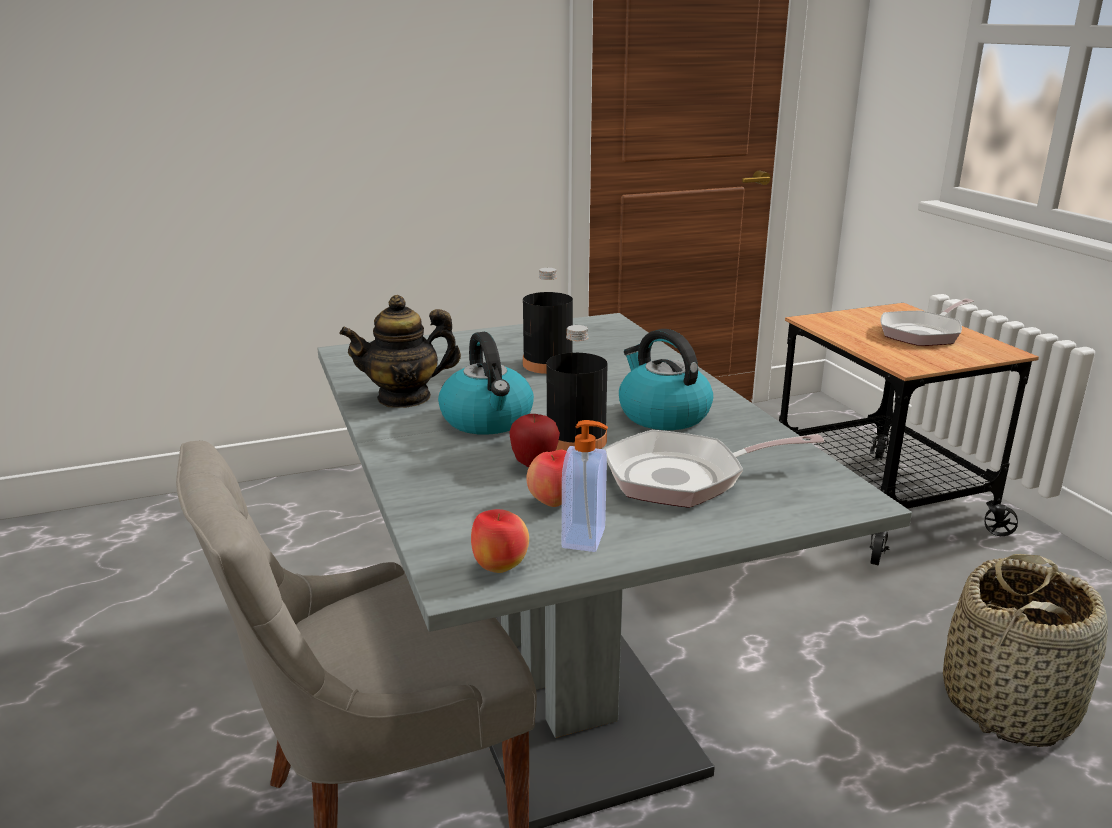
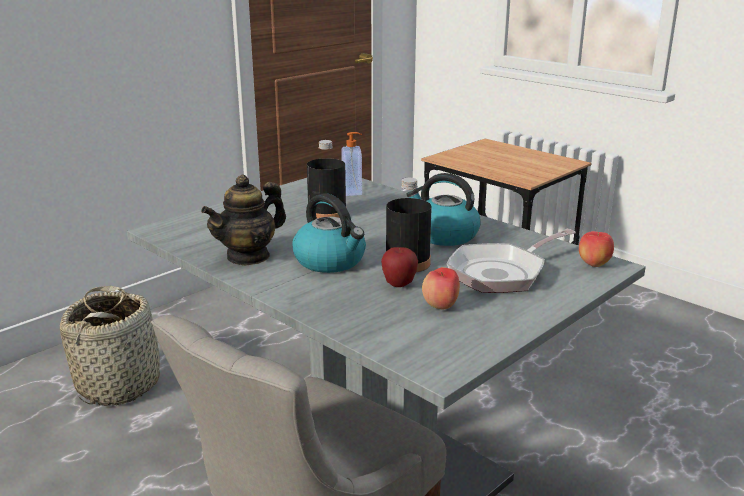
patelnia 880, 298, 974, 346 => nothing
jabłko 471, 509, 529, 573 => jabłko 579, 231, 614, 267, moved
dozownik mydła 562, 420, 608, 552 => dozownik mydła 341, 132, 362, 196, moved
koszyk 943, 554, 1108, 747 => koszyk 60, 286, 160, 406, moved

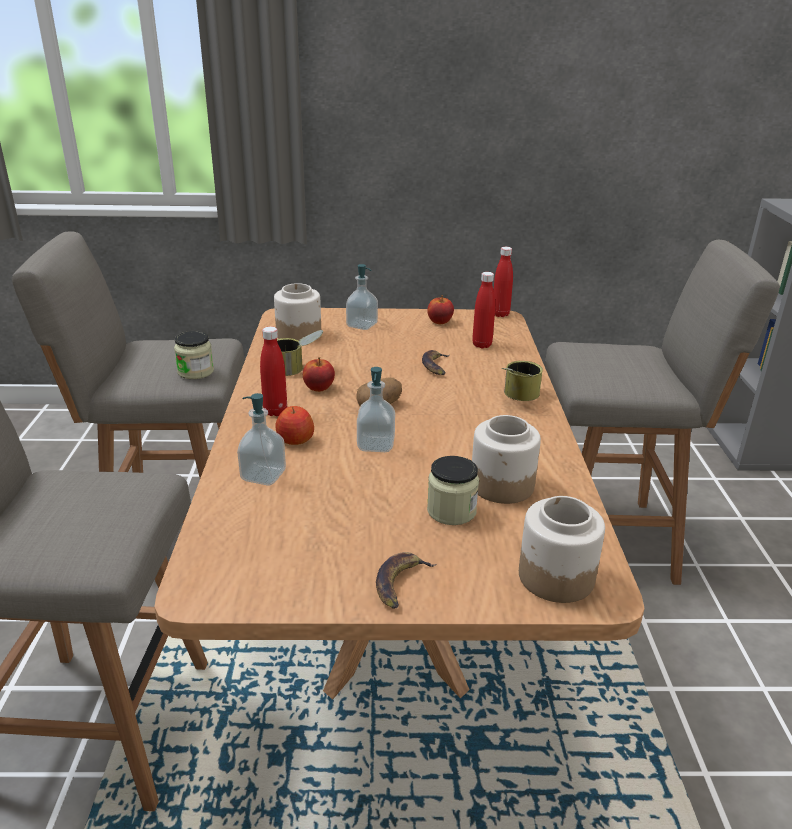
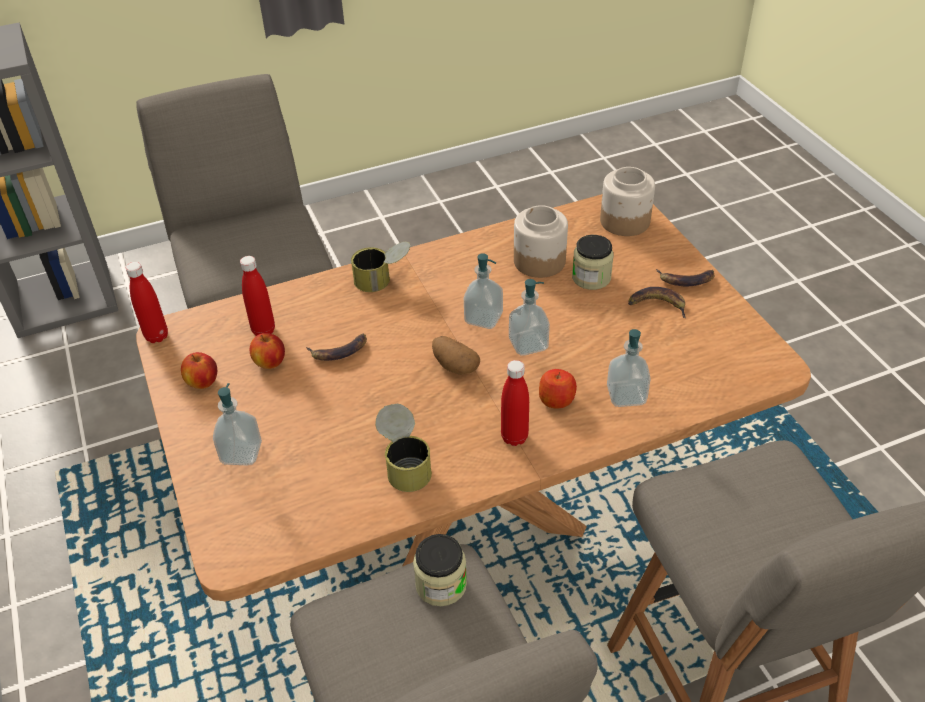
słoik 274, 283, 321, 341 => nothing
nothing => dozownik mydła 464, 253, 503, 329
nothing => banan 628, 287, 686, 318
jabłko 303, 357, 335, 392 => jabłko 250, 333, 285, 369, moved

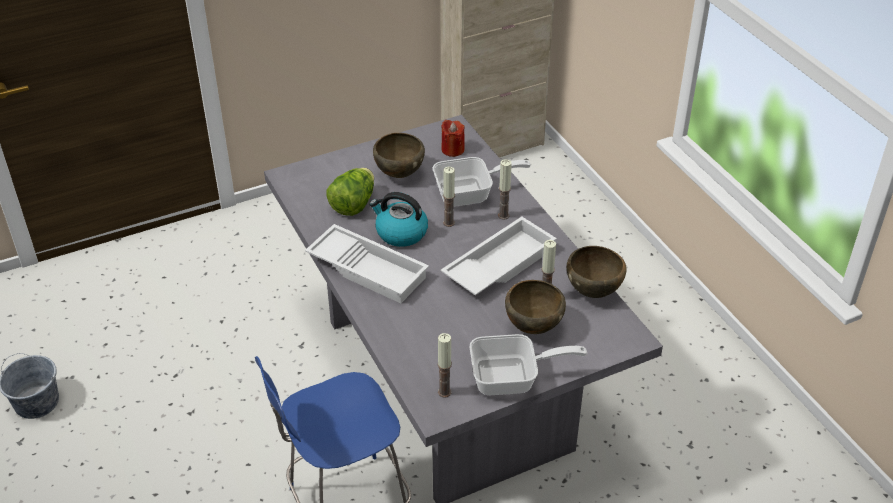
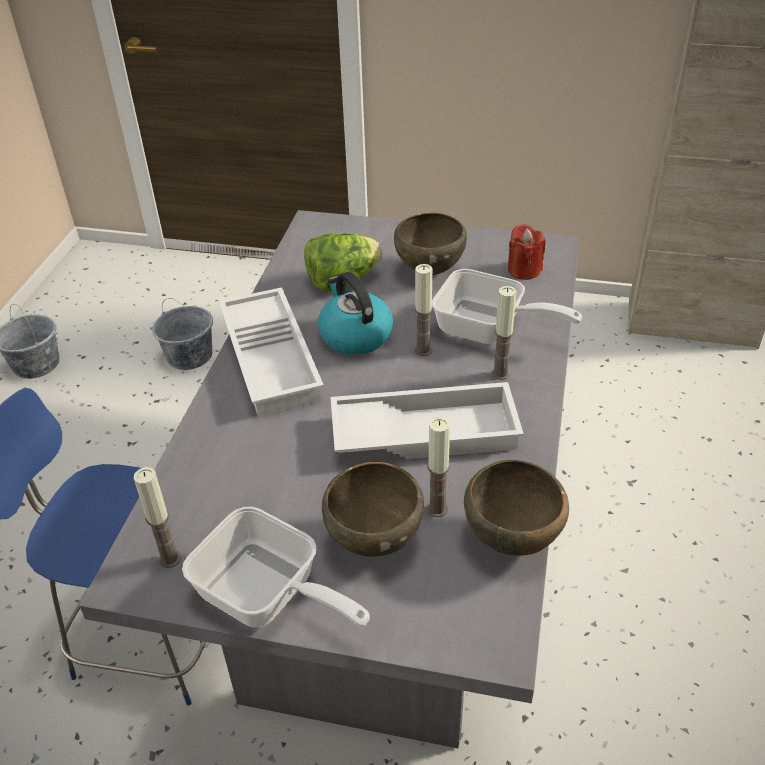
nothing => wiadro/szary 152, 298, 213, 370

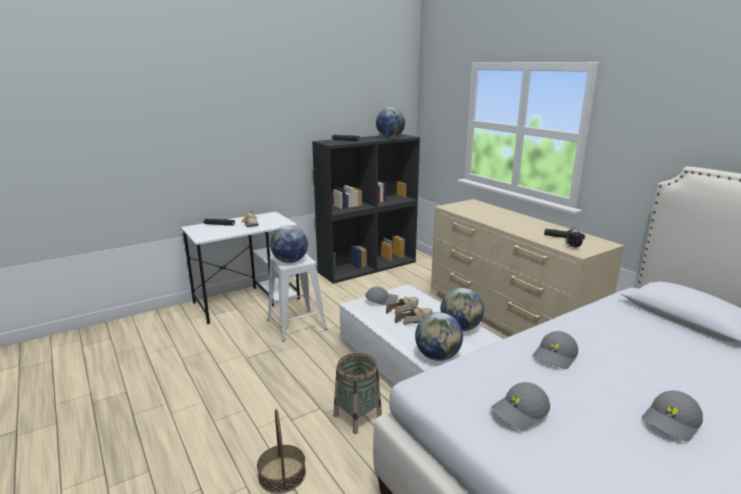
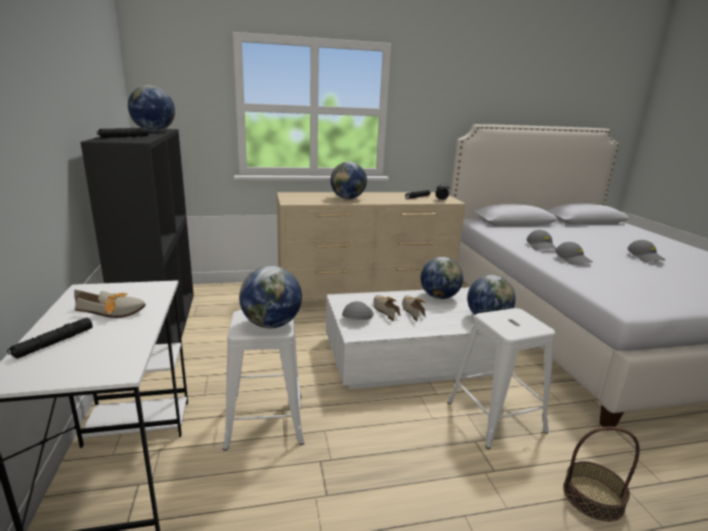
nothing => globus 331, 162, 367, 199
czapka z daszkiem/szary 491, 382, 550, 430 => czapka z daszkiem/szary 527, 230, 556, 250, moved
koszyk 334, 353, 382, 434 => stołek/biały 447, 308, 555, 449

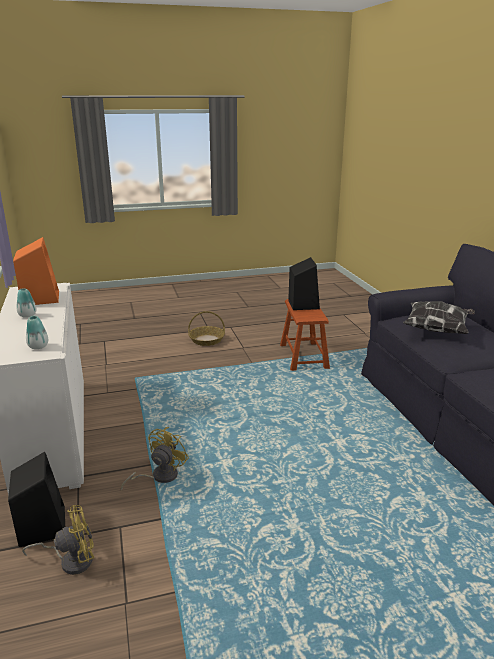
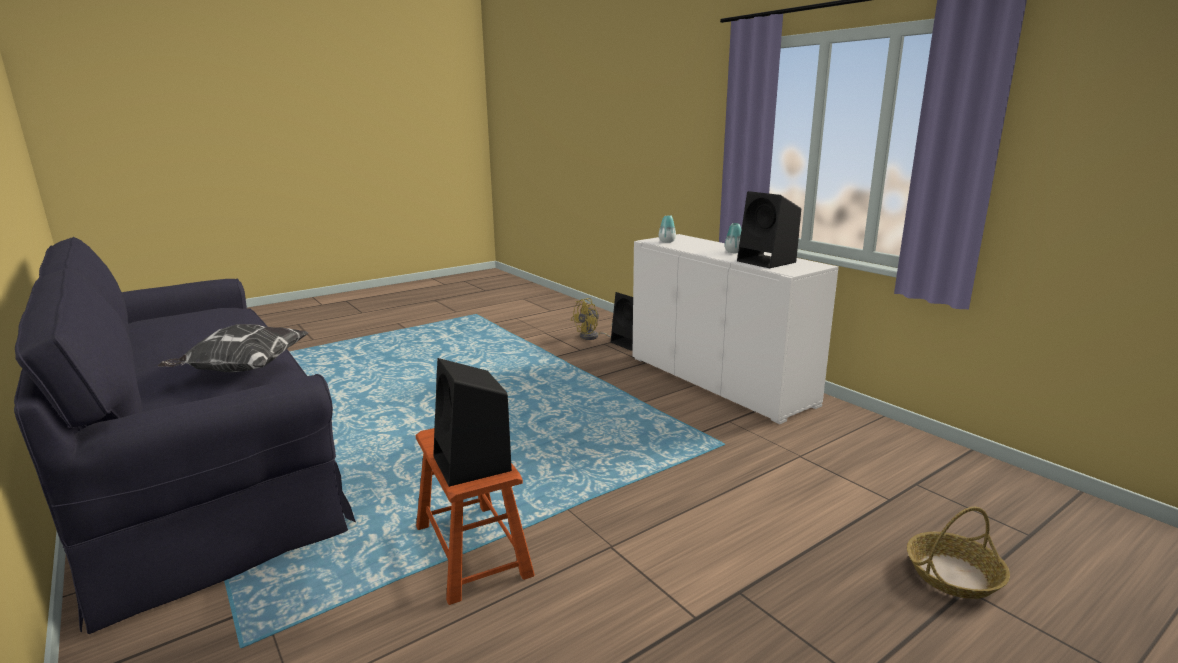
wentylator/żółty 121, 427, 189, 490 => nothing
koszyk 188, 311, 225, 346 => koszyk 907, 507, 1010, 599, moved
głośnik/pomarańczowy 13, 237, 59, 305 => głośnik/czarny 737, 191, 801, 269

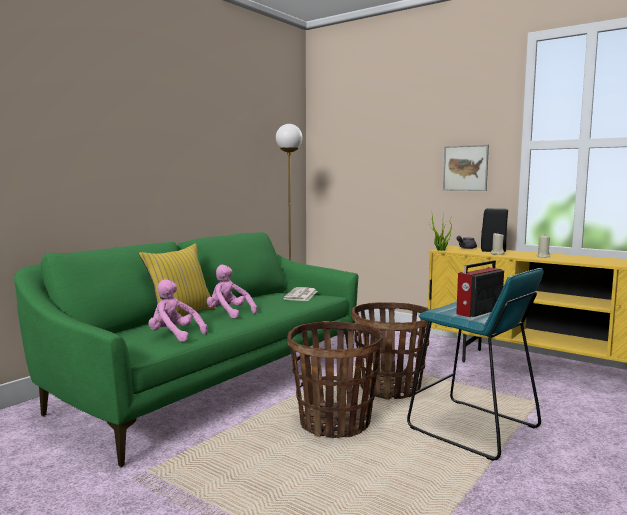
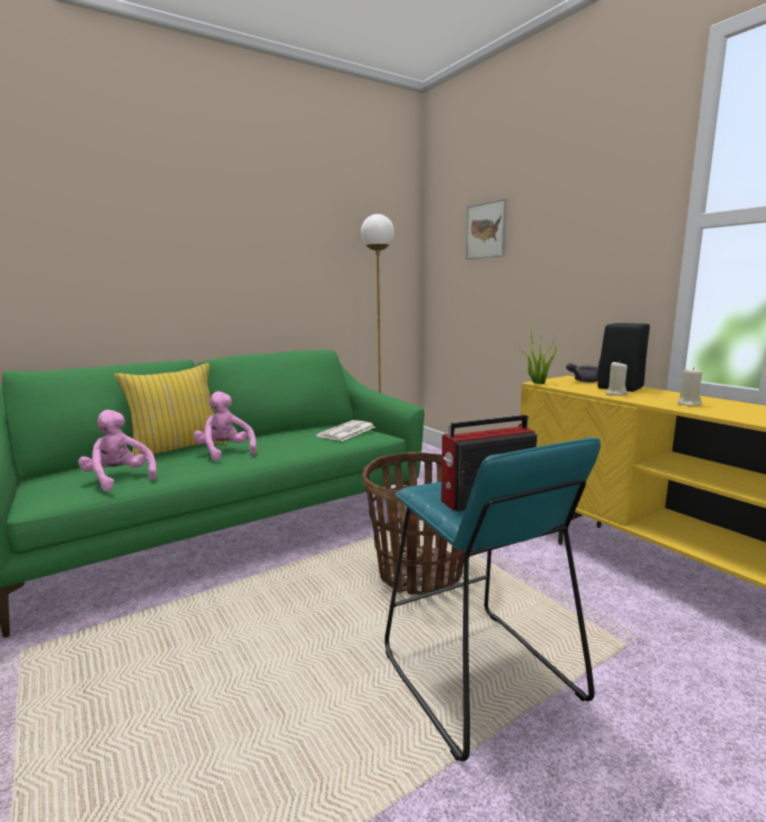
koszyk 287, 321, 383, 438 => nothing
obraz 443, 145, 489, 191 => obraz 466, 198, 507, 260, moved

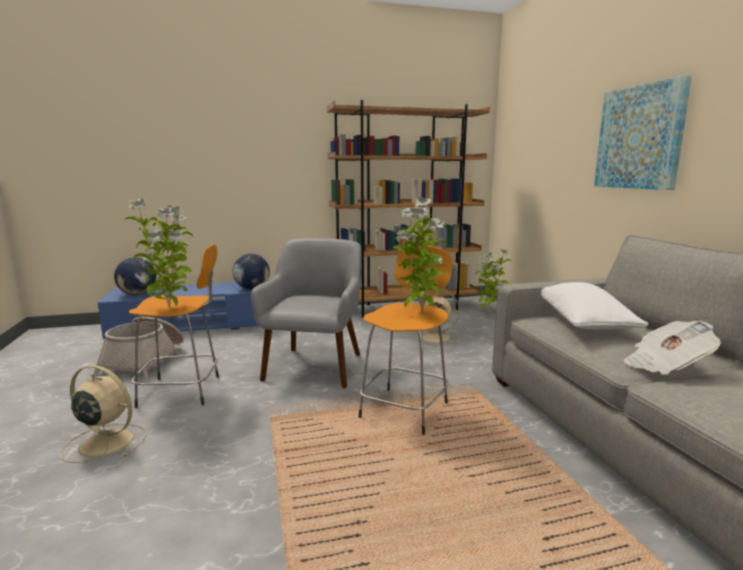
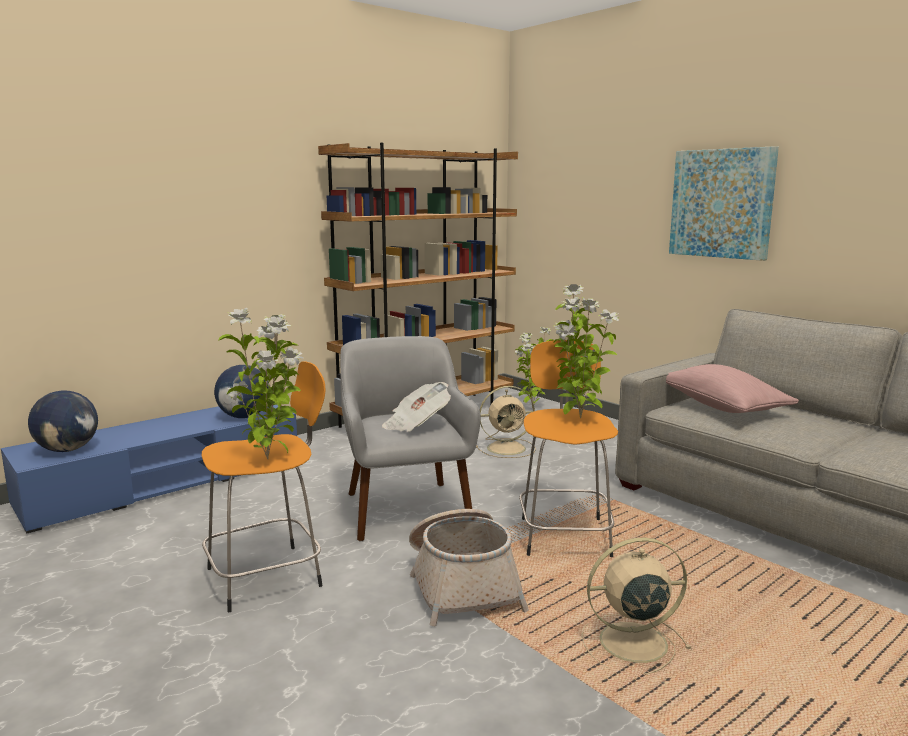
wentylator/beżowy 61, 365, 147, 463 => wentylator/beżowy 582, 537, 692, 674, moved
koszyk 94, 317, 184, 378 => koszyk 409, 509, 529, 626, moved
gazeta 624, 321, 721, 375 => gazeta 382, 382, 451, 432, moved
poduszka/biały 540, 282, 649, 329 => poduszka/różowy 666, 364, 799, 413

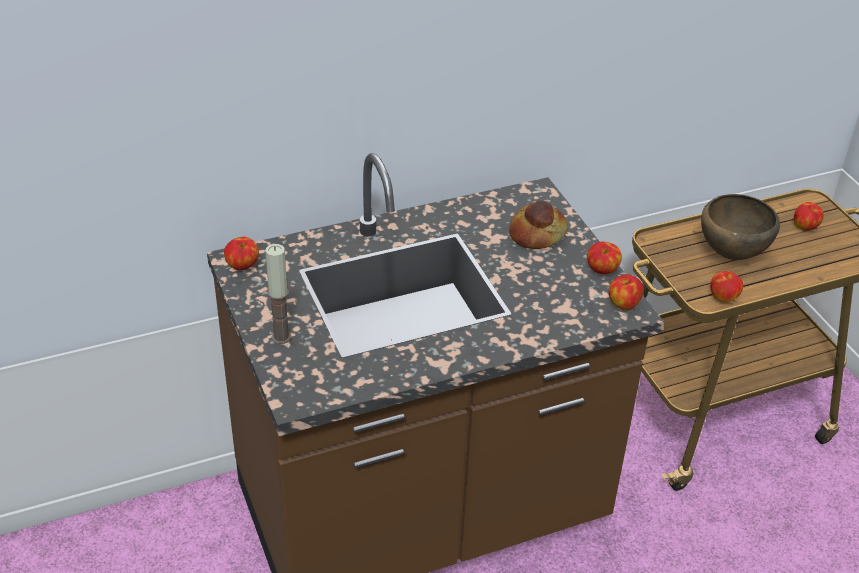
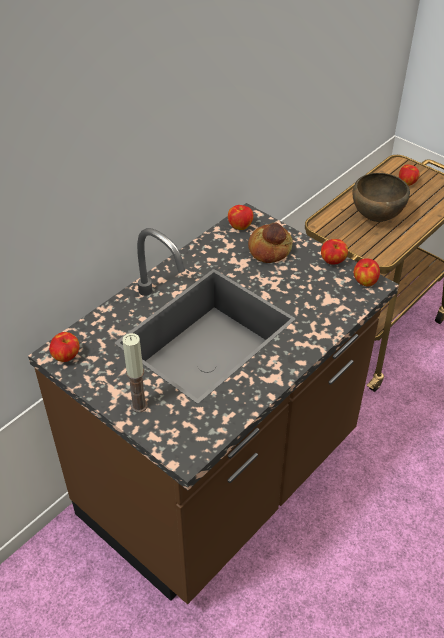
jabłko 710, 271, 743, 303 => jabłko 228, 205, 253, 230, moved

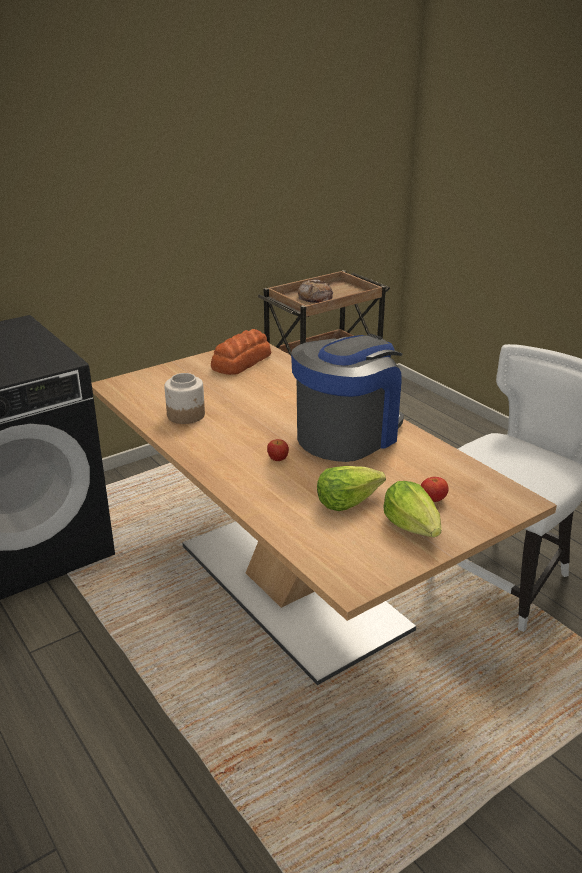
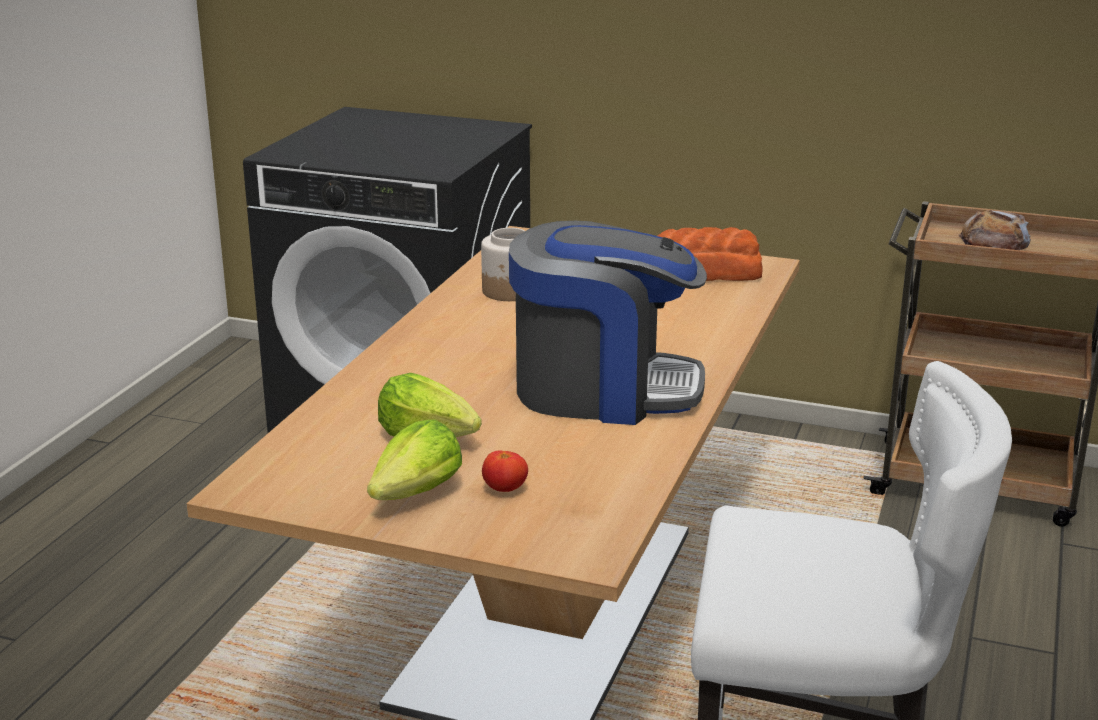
jabłko 267, 439, 289, 461 => nothing

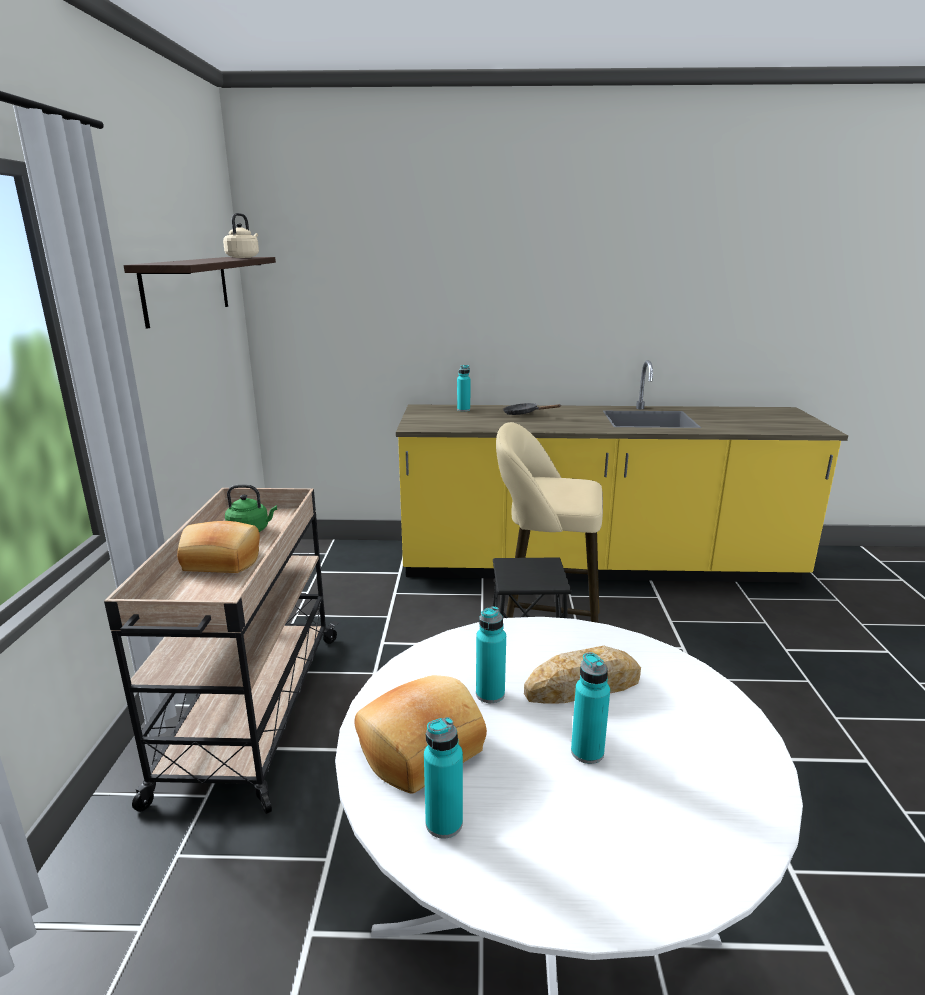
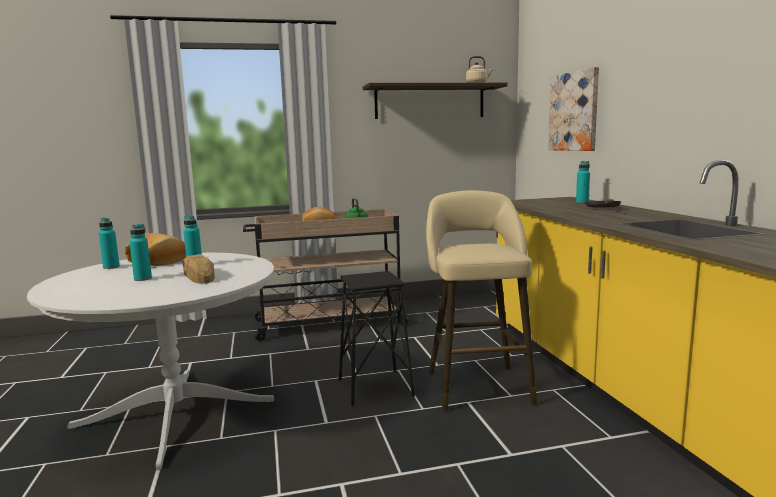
nothing => obraz 548, 67, 599, 151

